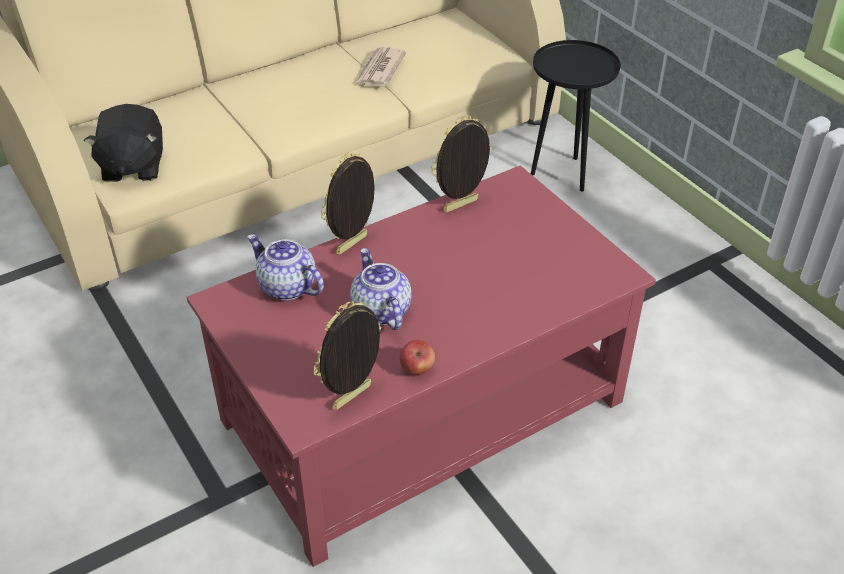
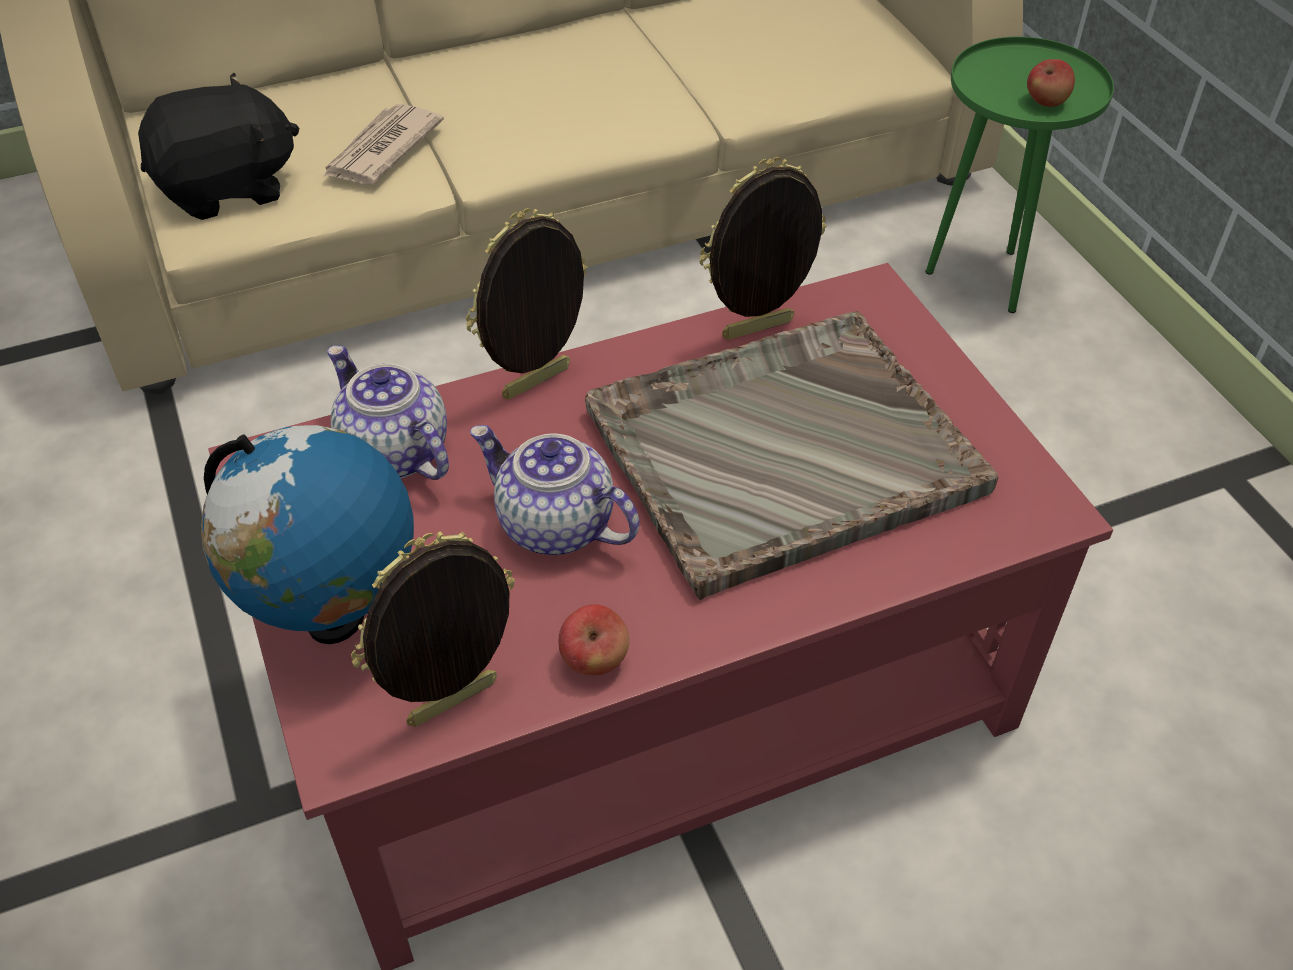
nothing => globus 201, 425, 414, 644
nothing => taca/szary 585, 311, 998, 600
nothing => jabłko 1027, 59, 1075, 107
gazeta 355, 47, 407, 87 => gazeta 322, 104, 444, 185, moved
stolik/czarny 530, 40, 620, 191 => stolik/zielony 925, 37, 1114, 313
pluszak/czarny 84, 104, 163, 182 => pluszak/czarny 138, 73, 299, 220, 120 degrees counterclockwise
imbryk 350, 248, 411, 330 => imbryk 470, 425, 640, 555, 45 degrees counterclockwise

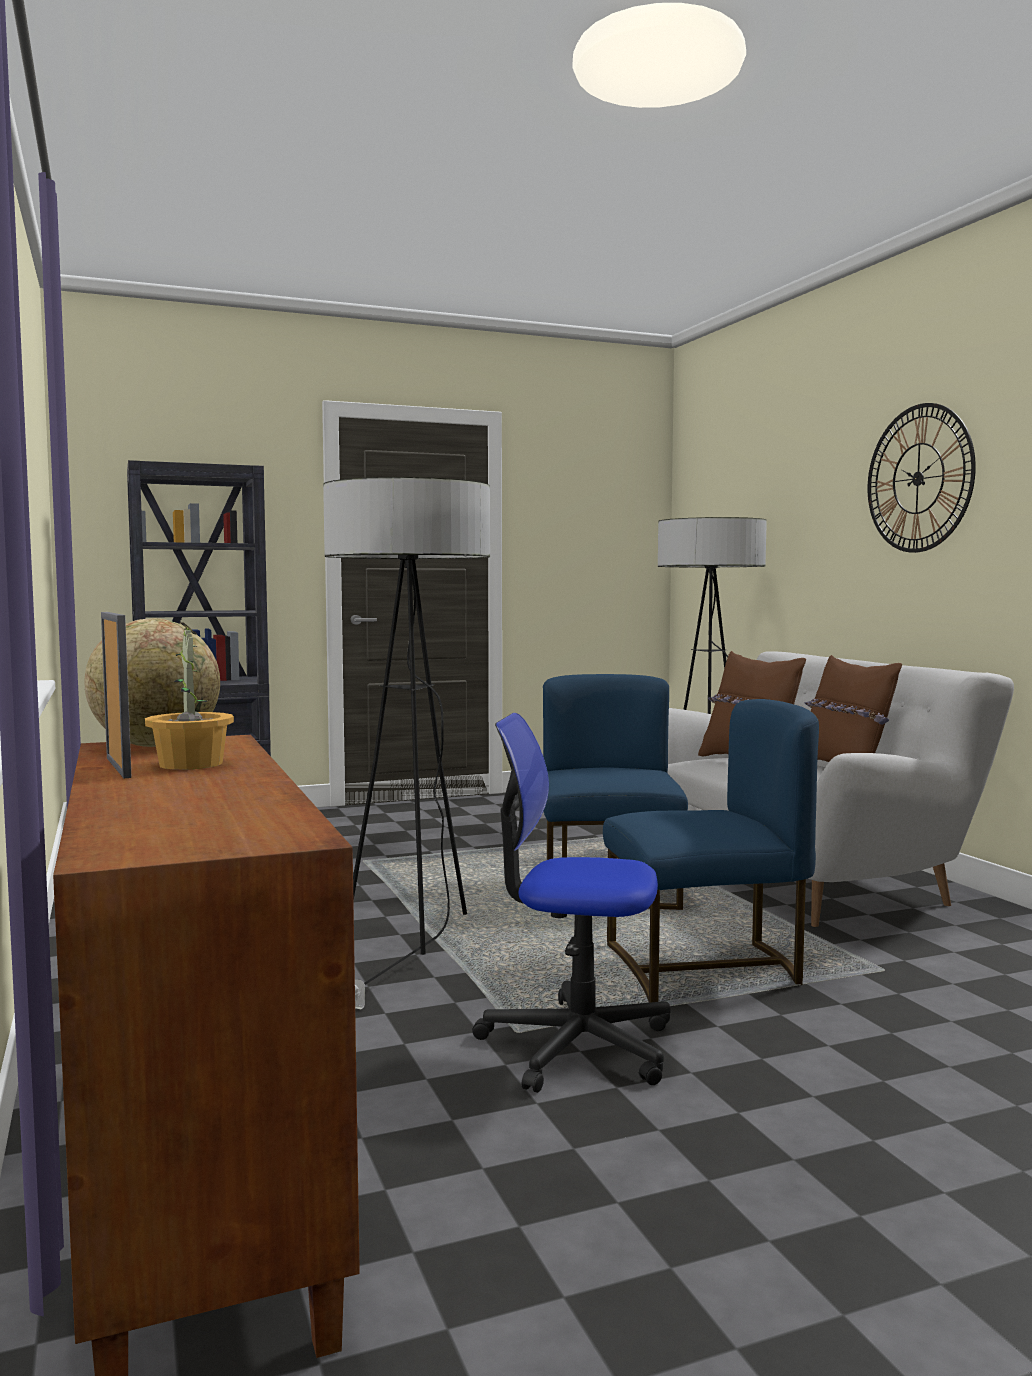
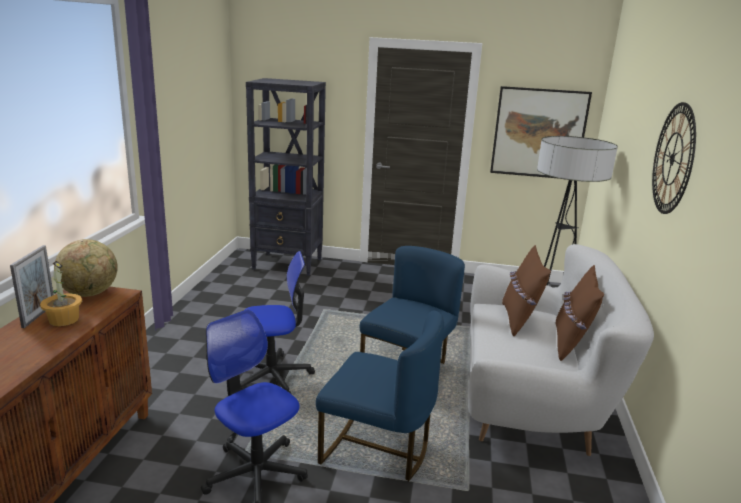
nothing => obraz 490, 86, 592, 179
lampa stojąca 323, 477, 490, 1009 => krzesło biurowe 240, 251, 315, 394

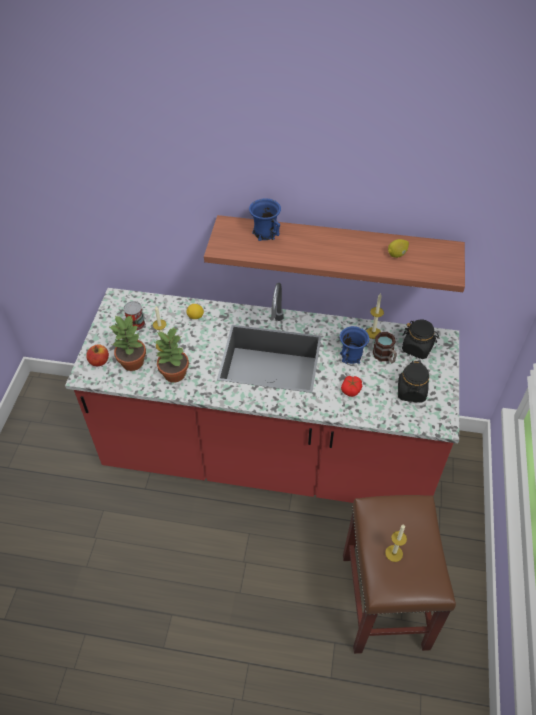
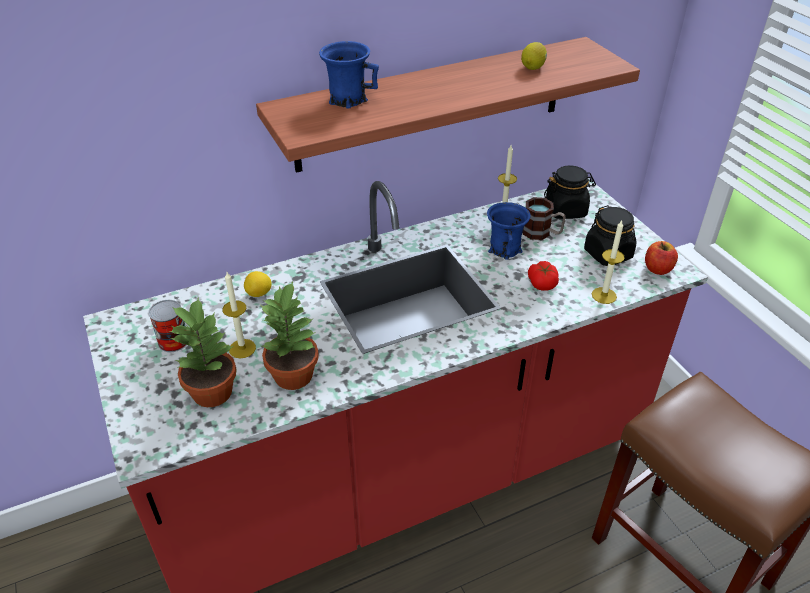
jabłko 86, 344, 109, 366 => jabłko 645, 241, 678, 275, moved
świeca 385, 525, 407, 562 => świeca 592, 220, 625, 304, moved

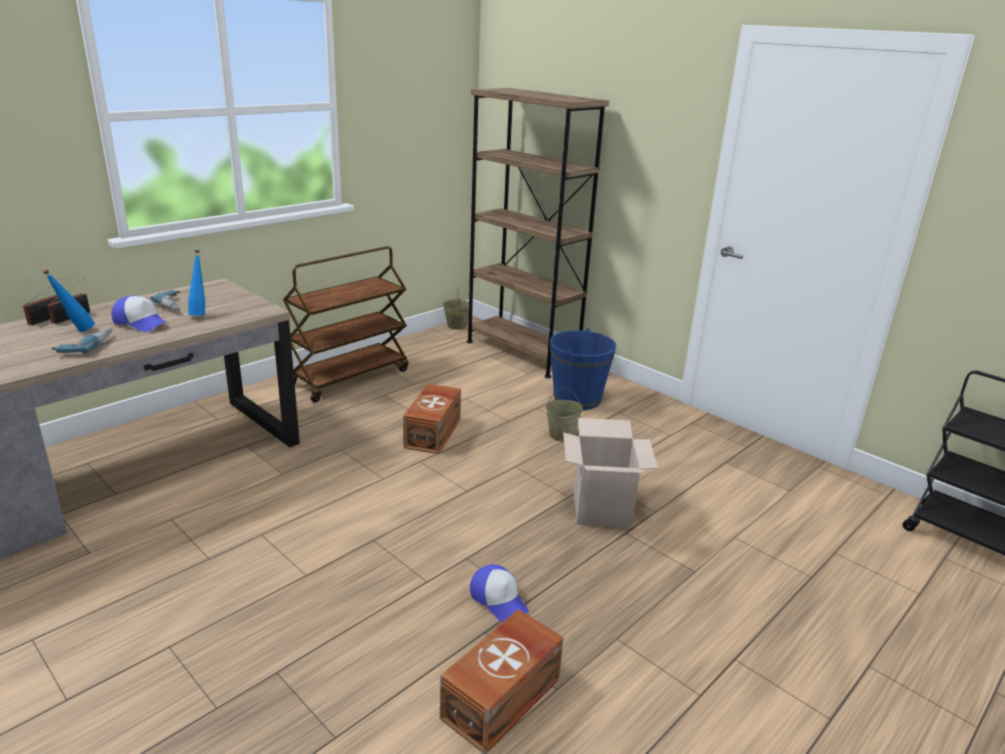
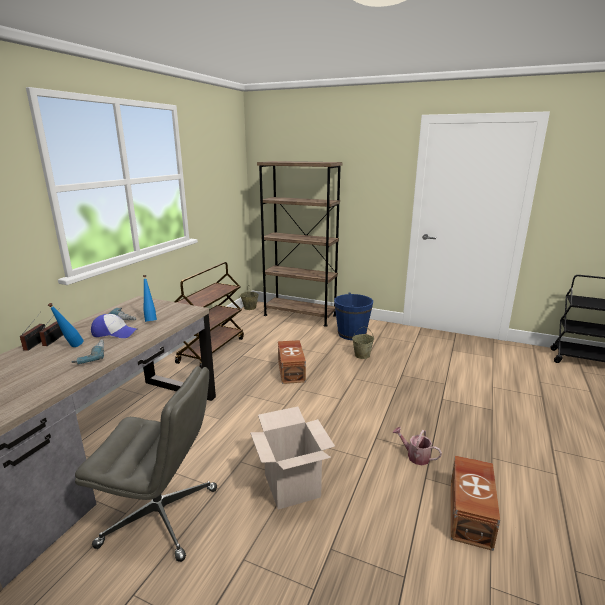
nothing => krzesło biurowe/szary 75, 366, 217, 562
karton 563, 418, 658, 528 => karton 250, 406, 335, 510, moved
czapka z daszkiem 470, 564, 529, 622 => konewka 393, 427, 442, 465

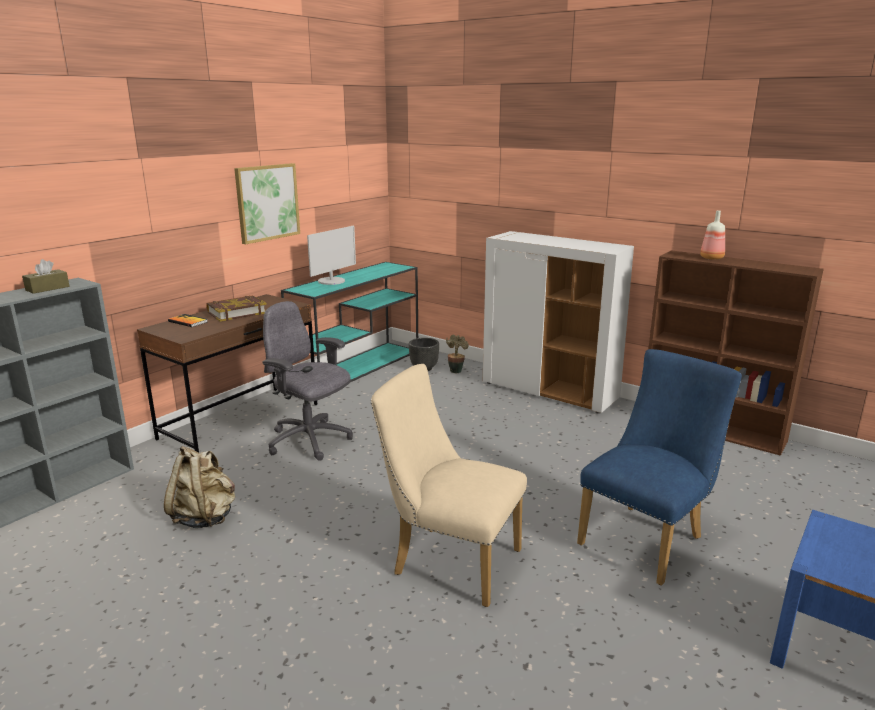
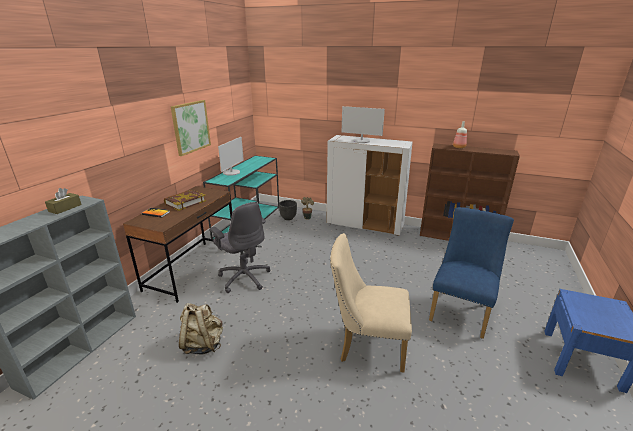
nothing => monitor 342, 106, 385, 143
krzesło biurowe/szary 262, 301, 353, 461 => krzesło biurowe/szary 209, 202, 270, 293, 150 degrees counterclockwise

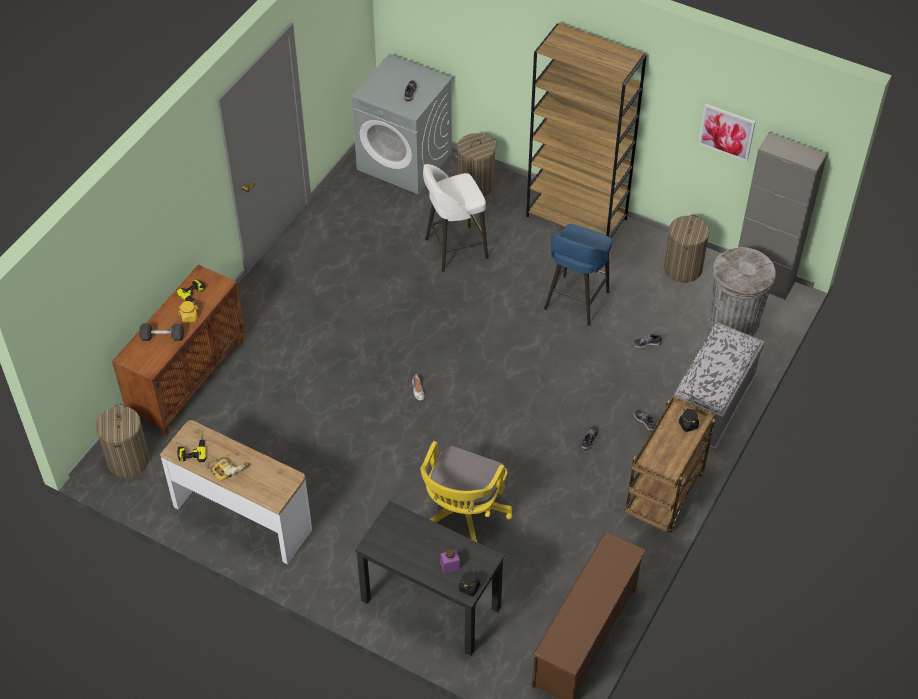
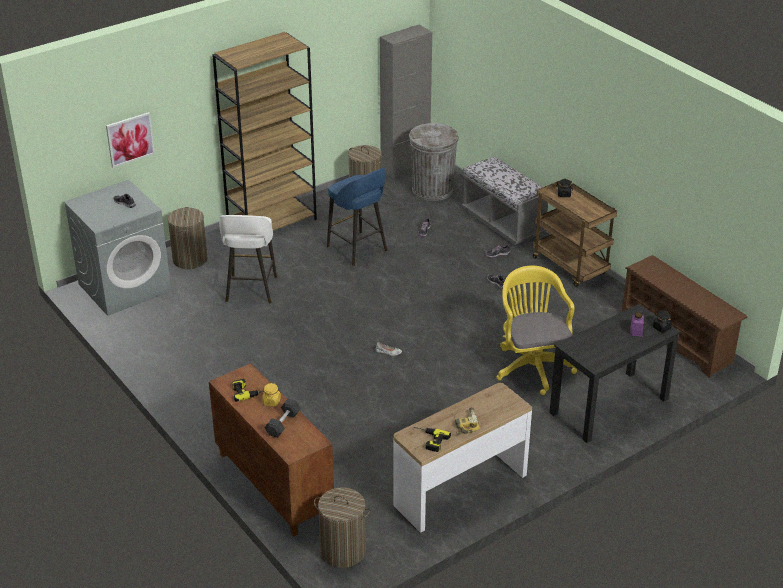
obraz 698, 104, 756, 162 => obraz 106, 112, 155, 168, moved
krzesło biurowe/żółty 421, 441, 512, 542 => krzesło biurowe/żółty 496, 265, 577, 395, 150 degrees counterclockwise

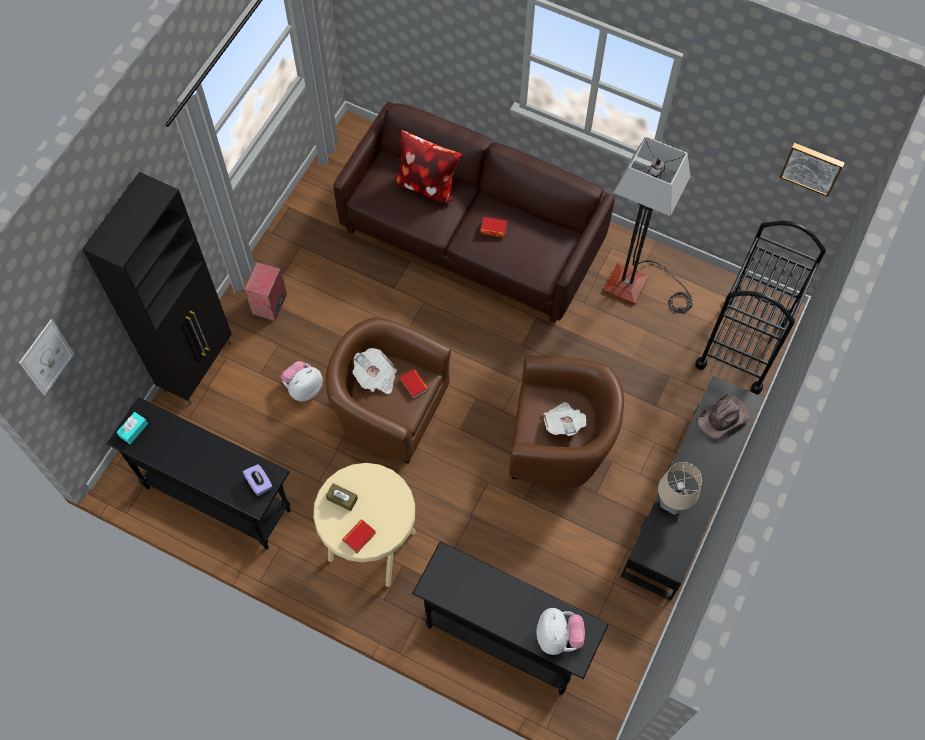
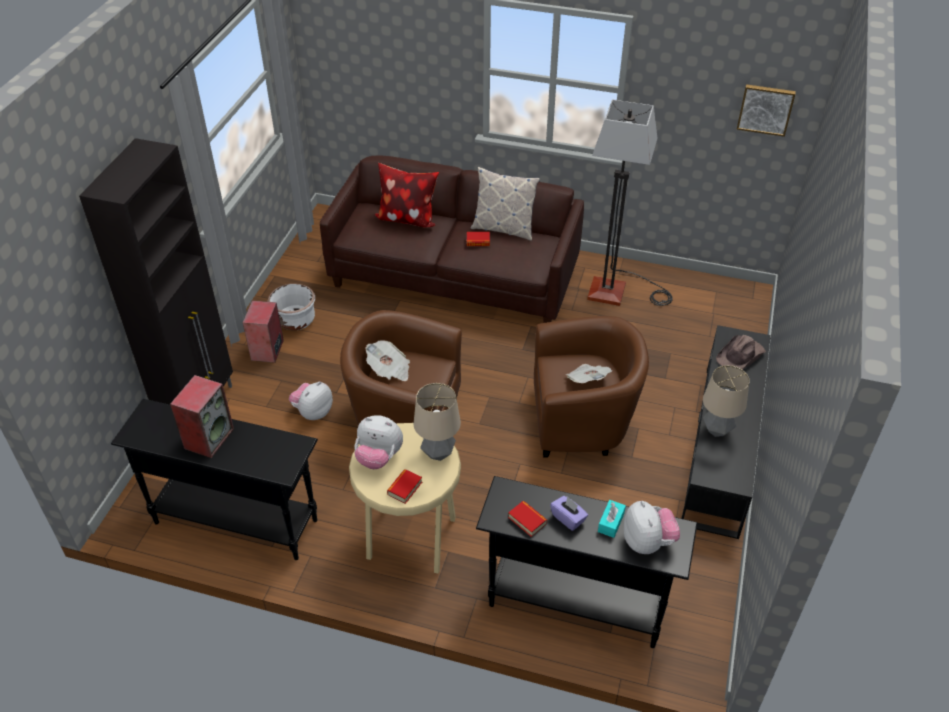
obraz 19, 319, 74, 396 => nothing
wózek/czarny 695, 221, 826, 394 => nothing
nothing => głośnik 170, 375, 234, 458
nothing => donica/biały 268, 283, 315, 330
nothing => lampa stołowa 414, 383, 461, 461
nothing => poduszka 470, 167, 540, 241
pudełko chusteczek/turkusowy 117, 412, 148, 444 => pudełko chusteczek/turkusowy 598, 500, 626, 538, moved
pudełko chusteczek/fioletowy 243, 464, 272, 496 => pudełko chusteczek/fioletowy 550, 496, 588, 531, moved
książka 400, 369, 429, 399 => książka 508, 501, 547, 537, moved
pudełko chusteczek/brązowy 326, 483, 358, 511 => pluszak 354, 415, 403, 469

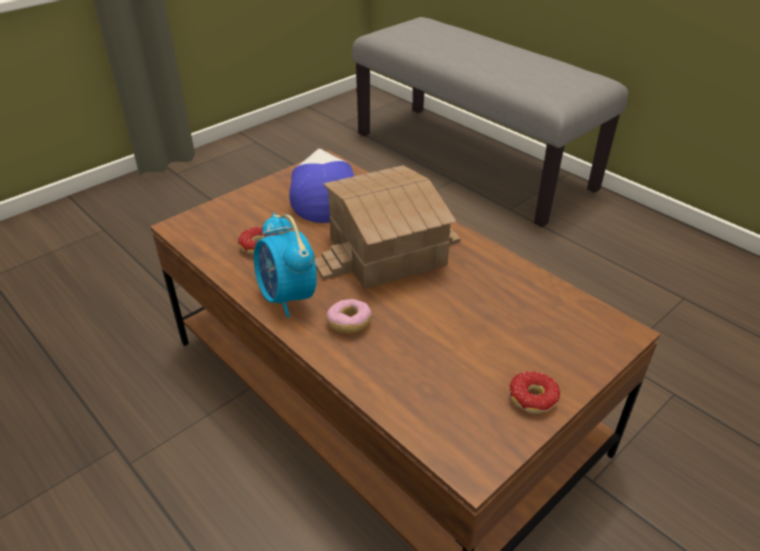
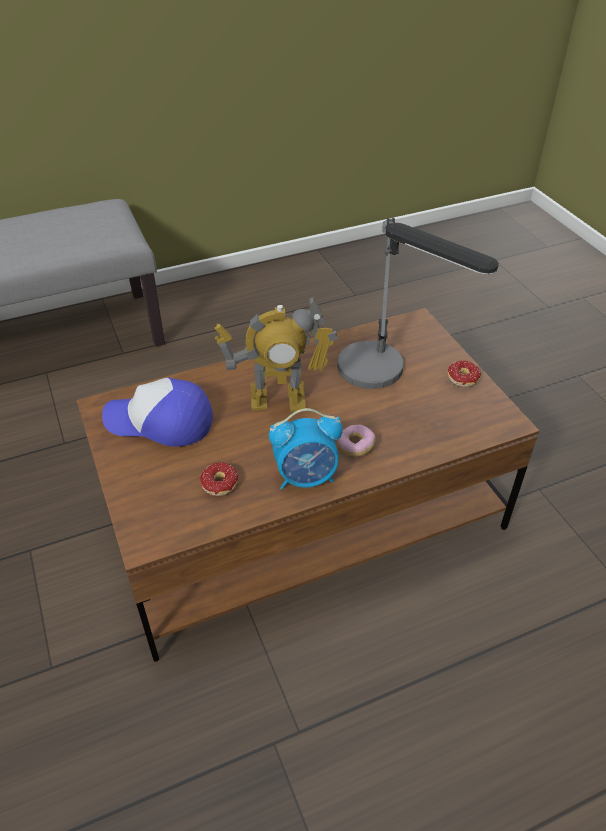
nothing => lampa stołowa 337, 218, 499, 389
domek 315, 165, 461, 289 => robot zabawkowy 214, 297, 338, 412

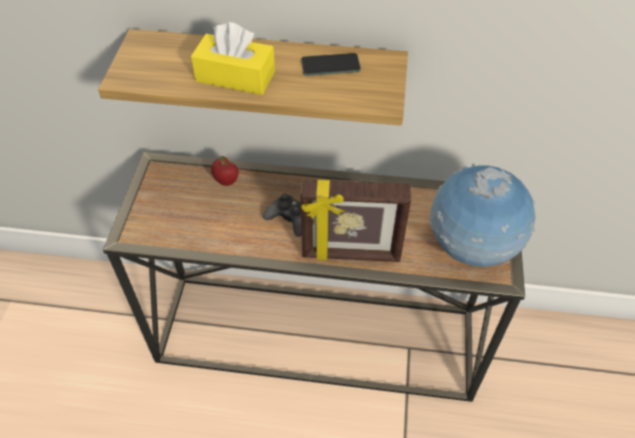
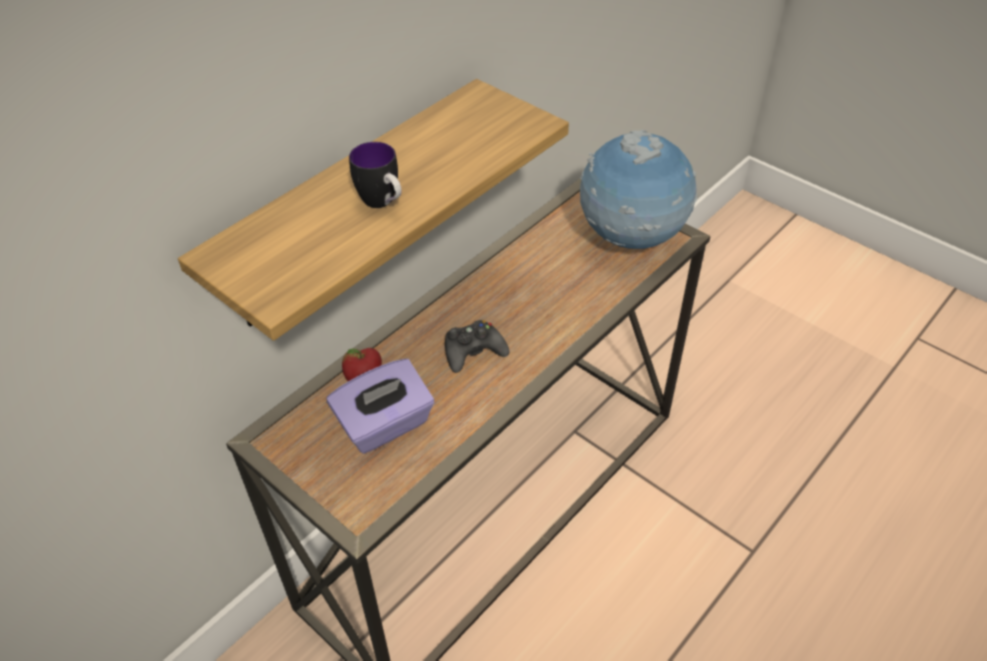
ramka na zdjęcie 300, 179, 411, 262 => nothing
telefon 301, 53, 361, 76 => nothing
nothing => pudełko chusteczek/fioletowy 327, 359, 434, 454
pudełko chusteczek/żółty 191, 22, 275, 95 => kubek 349, 142, 402, 208

